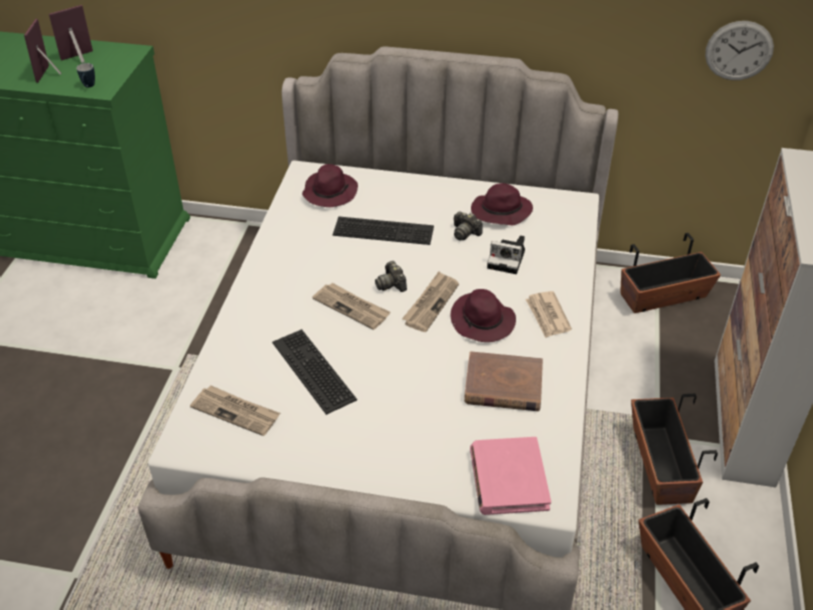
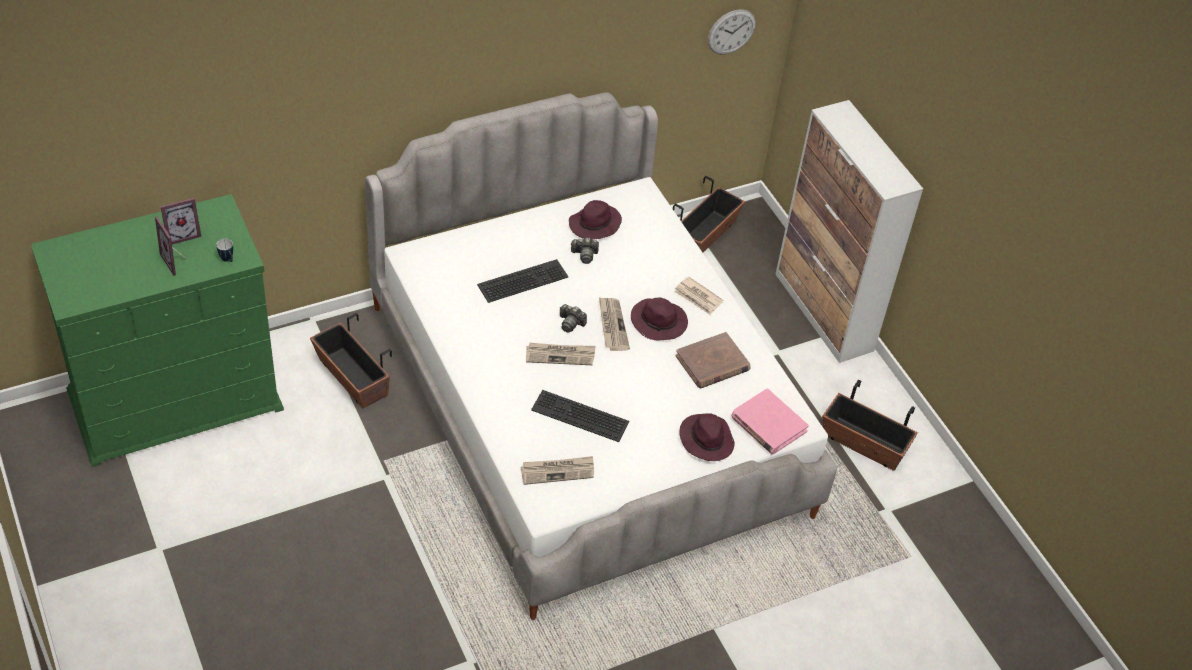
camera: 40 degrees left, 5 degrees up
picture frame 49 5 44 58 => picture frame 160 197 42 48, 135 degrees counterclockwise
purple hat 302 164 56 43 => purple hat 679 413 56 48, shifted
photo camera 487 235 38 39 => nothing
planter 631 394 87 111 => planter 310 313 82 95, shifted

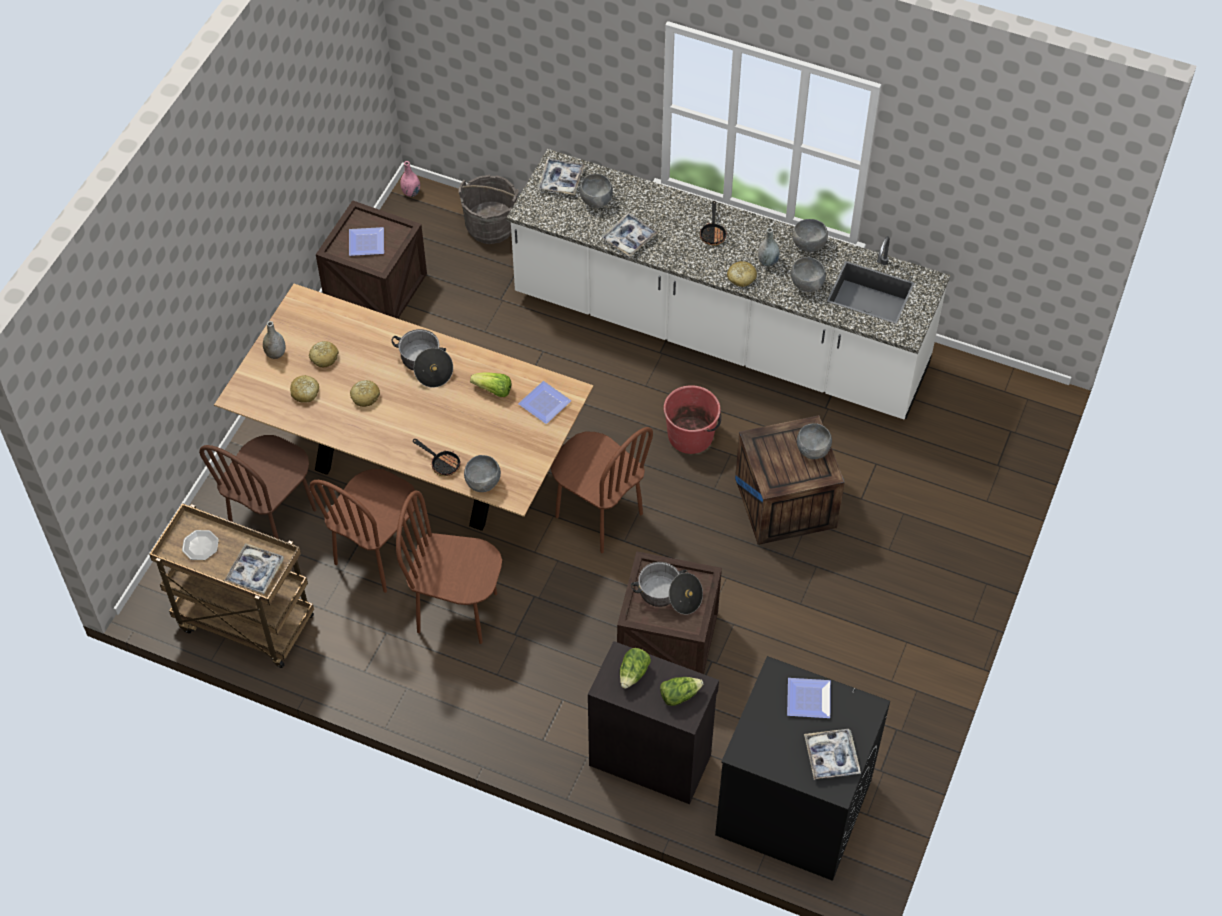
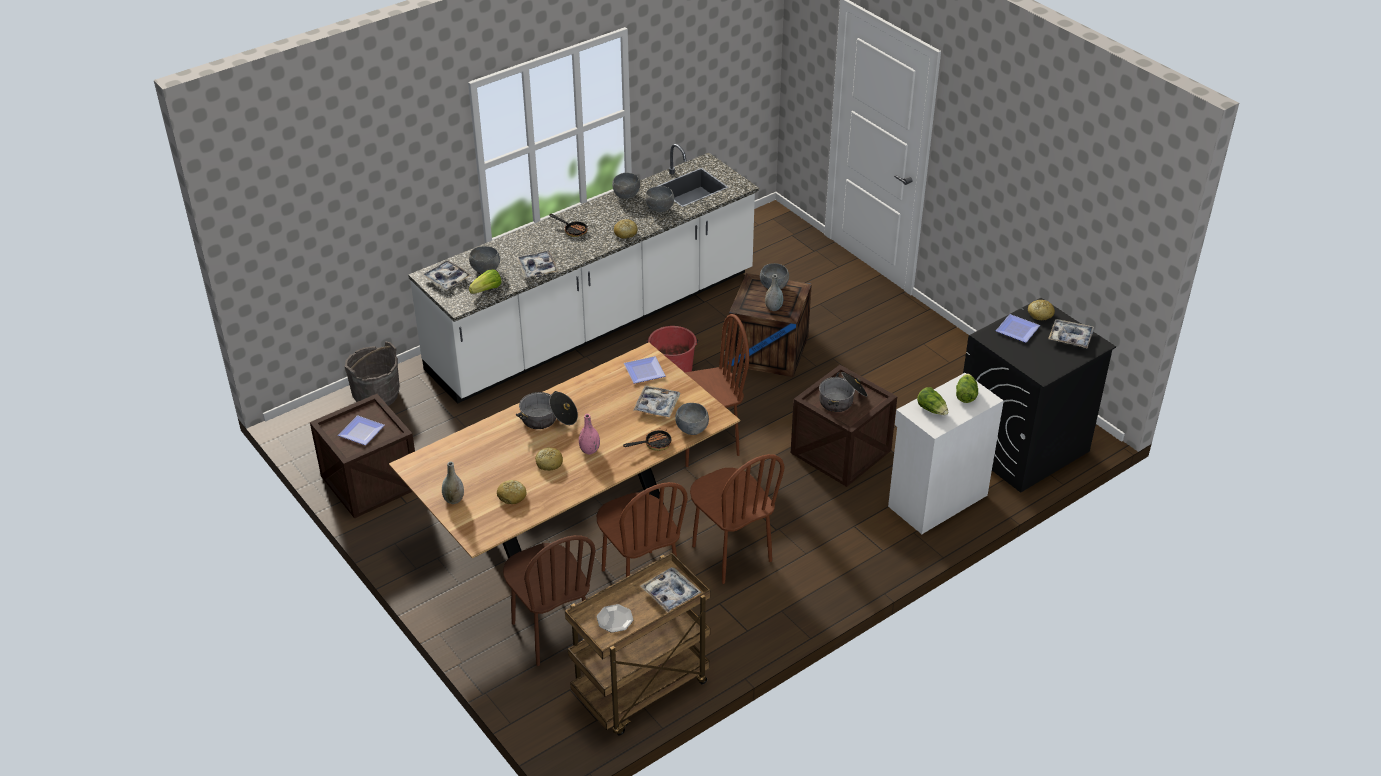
camera: 60 degrees left, 15 degrees down
pink vase 400 161 20 36 => pink vase 579 414 21 40, shifted
grey vase 758 228 22 39 => grey vase 765 274 18 37, shifted
bread 309 341 30 27 => bread 1028 300 27 20, shifted
lettuce 470 372 42 25 => lettuce 469 269 32 25, shifted
brown chair 396 491 106 153 => brown chair 690 454 94 130, 75 degrees counterclockwise
black cabinet 588 641 131 163 => white cabinet 888 373 116 161
nothing => tray 633 385 47 33

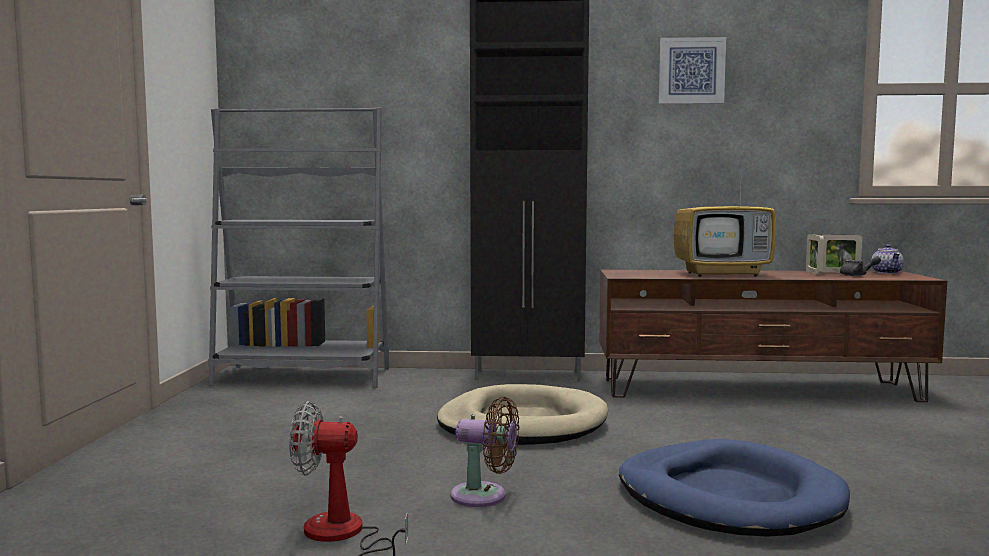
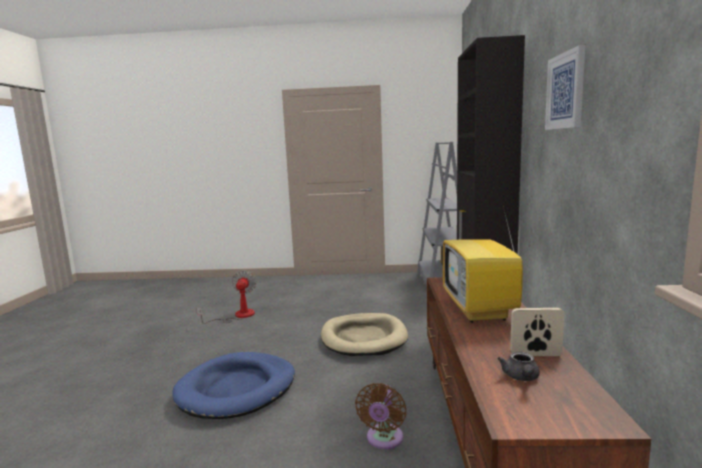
camera: 90 degrees right, 5 degrees up
picture frame 822 234 40 39 => nothing
teapot 871 244 33 30 => nothing
brown fan 451 396 68 111 => brown fan 355 383 51 66, shifted

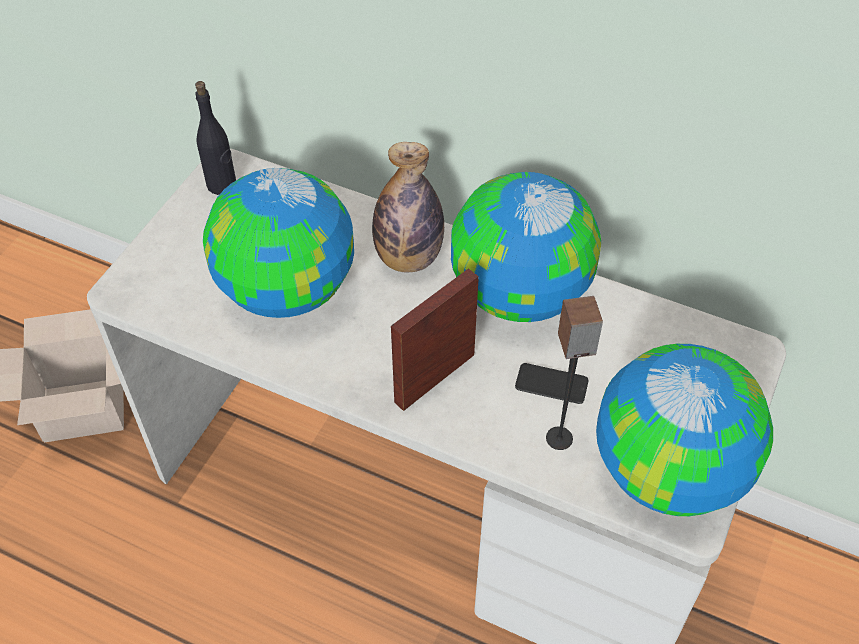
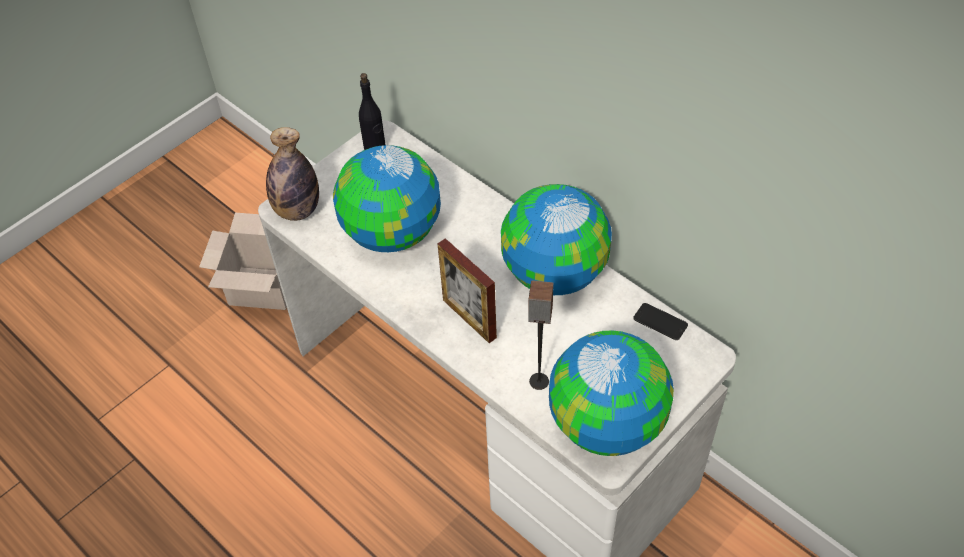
camera: 20 degrees right, 0 degrees up
bottle 372 142 72 130 => bottle 266 127 53 94, shifted
picture frame 391 268 88 143 => picture frame 438 238 59 105, 105 degrees counterclockwise
phone 515 363 74 41 => phone 633 303 55 37, shifted

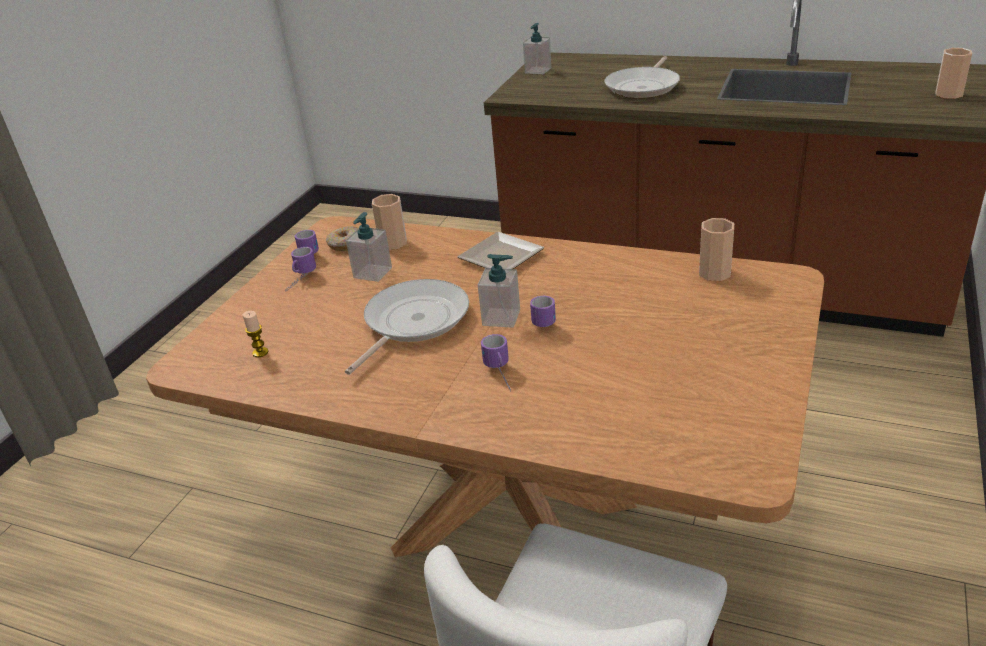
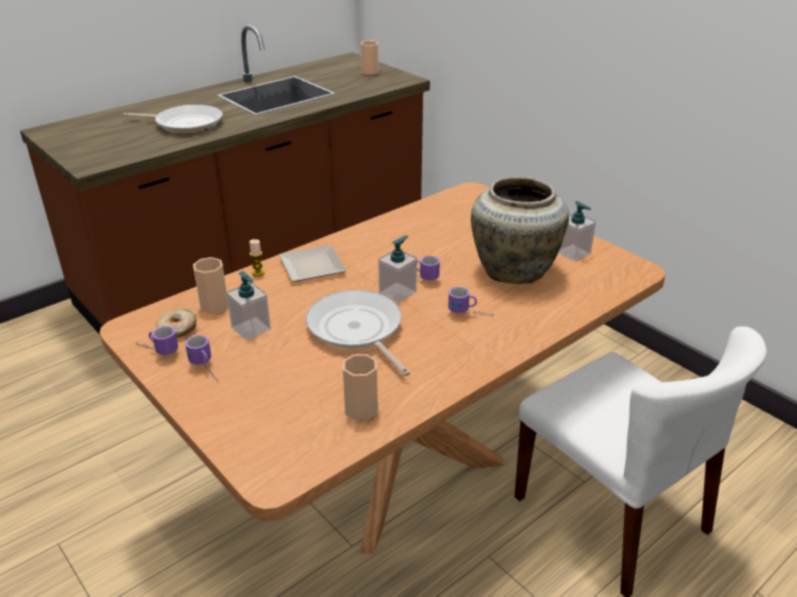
camera: 65 degrees left, 0 degrees up
soap dispenser 523 23 28 51 => soap dispenser 558 201 38 60, shifted
frying pan 605 56 75 42 => frying pan 123 104 100 30, 45 degrees counterclockwise
cup 699 218 35 63 => cup 343 354 35 67, shifted
candle 243 311 25 46 => candle 249 239 16 38, shifted
nothing => beige vase 471 177 98 107

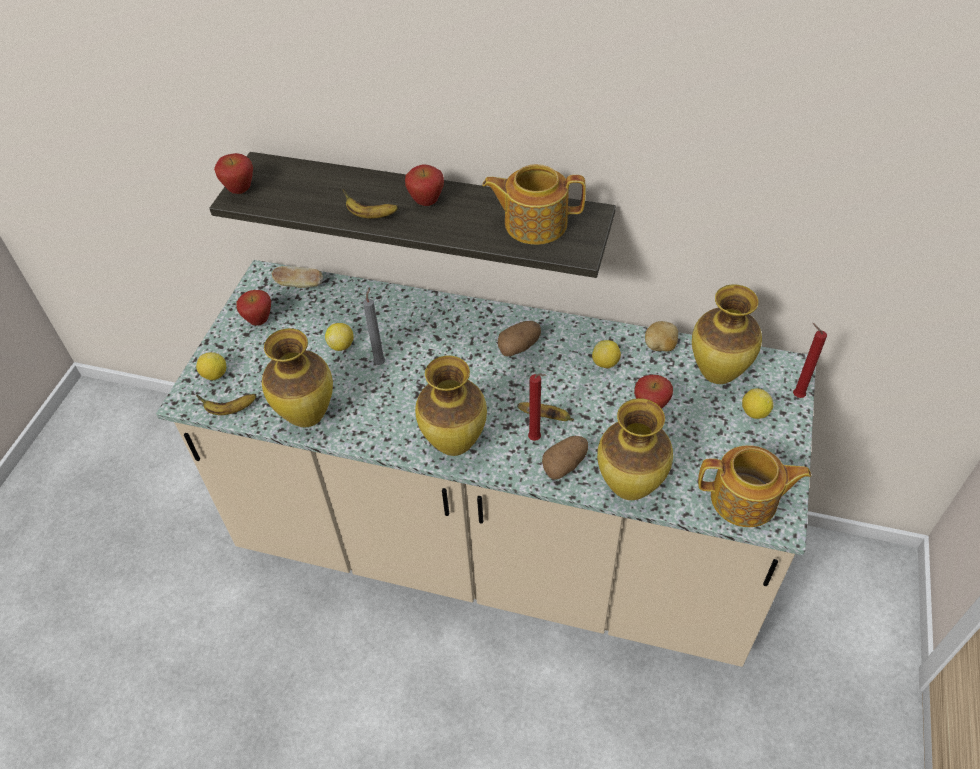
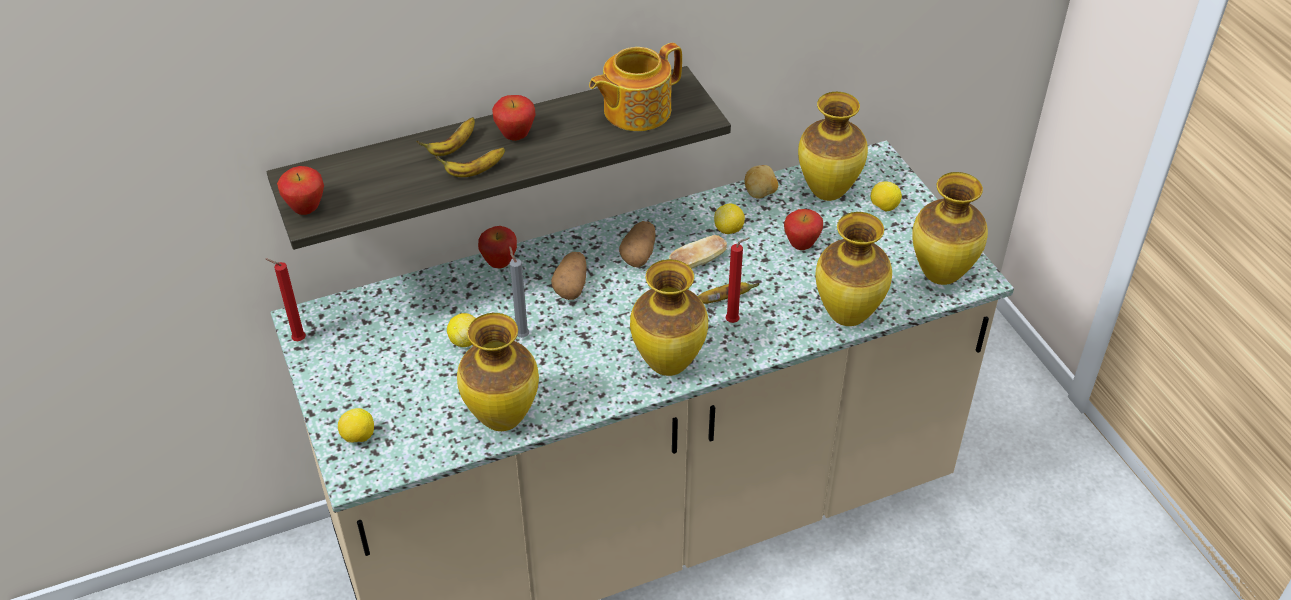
camera: 40 degrees left, 5 degrees down
bread 272 266 51 22 => bread 669 235 58 34, shifted
apple 236 290 35 36 => apple 478 226 39 42, shifted
red candle 793 323 34 75 => red candle 265 259 41 82, shifted
banana 196 394 60 21 => banana 416 117 59 39, shifted
potato 542 436 46 43 => potato 551 252 36 48, shifted
teapot 698 445 113 82 => vase 912 172 76 113

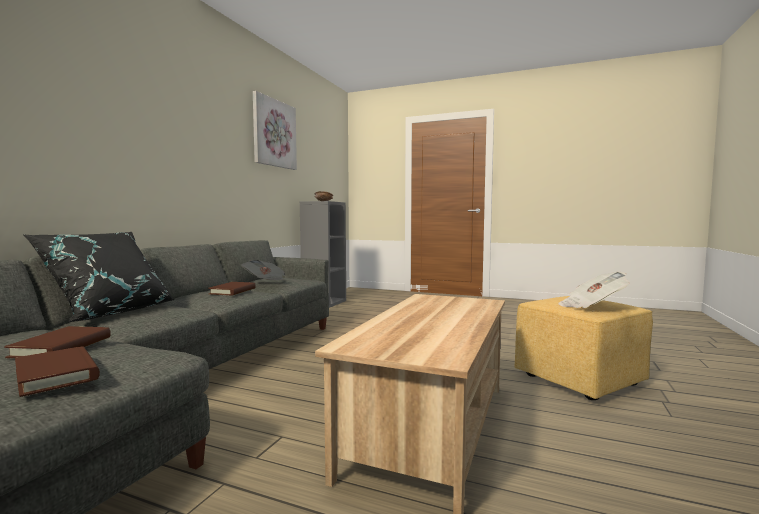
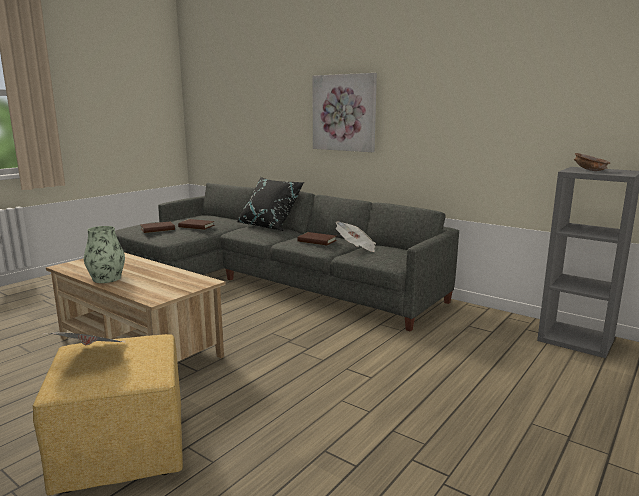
camera: 105 degrees right, 10 degrees up
picture 253 91 44 79 => picture 313 73 64 79, shifted
nothing => vase 84 226 41 57

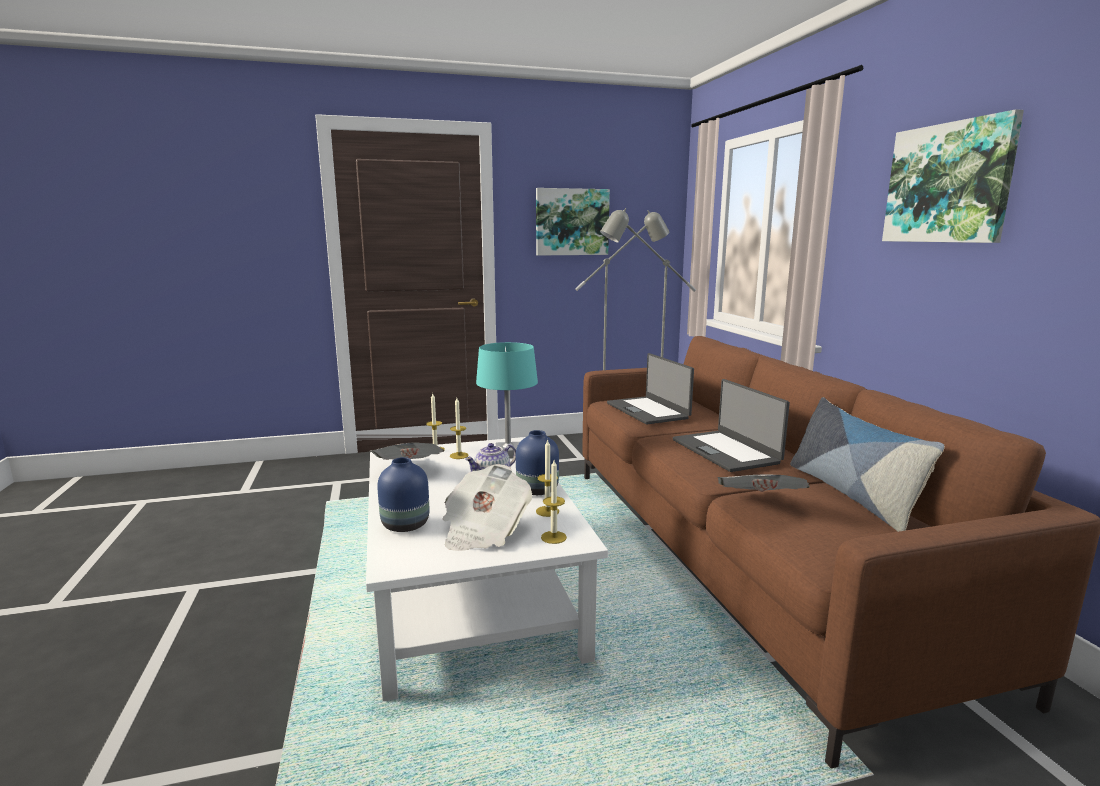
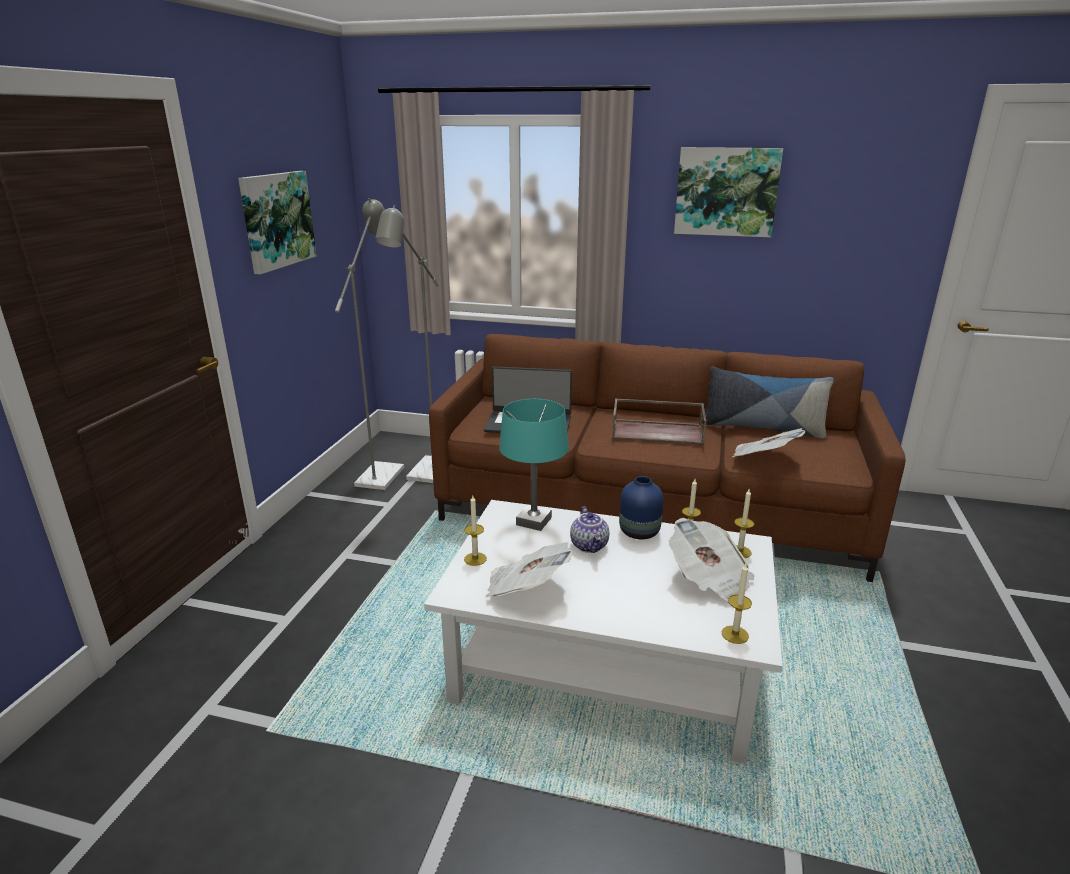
camera: 60 degrees left, 10 degrees up
laptop 673 379 117 93 => brown tray 612 399 94 46
candle 450 398 19 61 => candle 722 564 30 80, shifted
blue vase 377 457 52 75 => nothing

